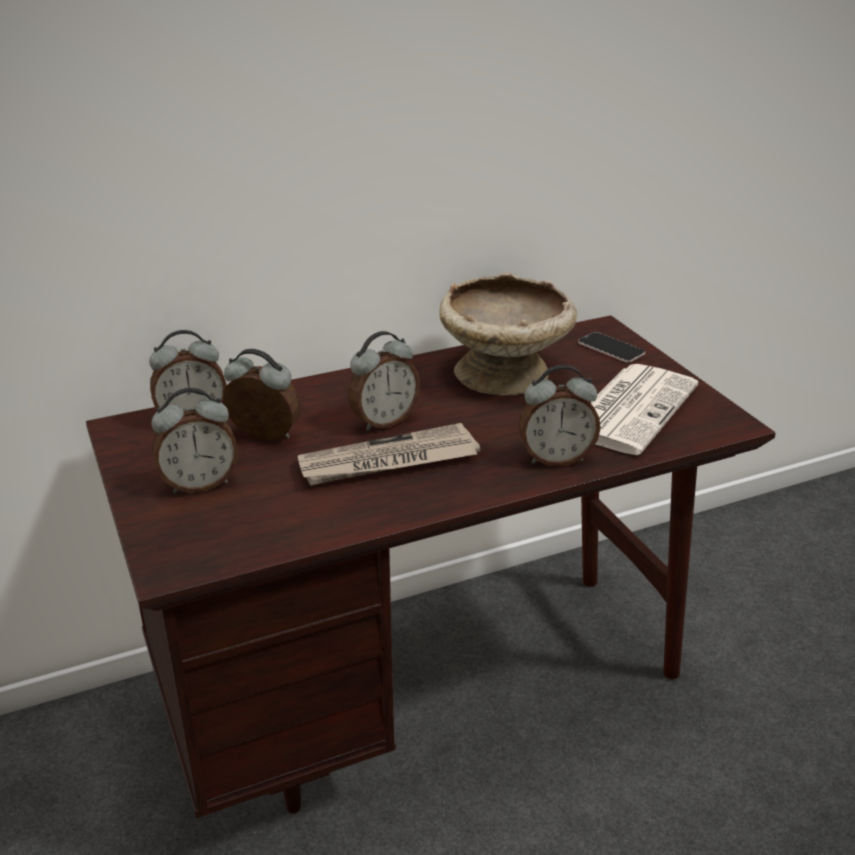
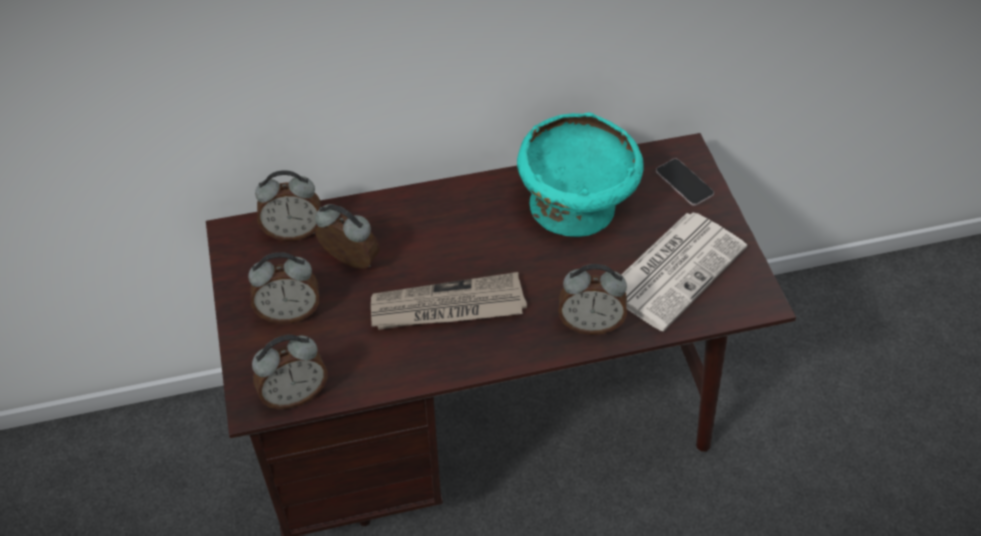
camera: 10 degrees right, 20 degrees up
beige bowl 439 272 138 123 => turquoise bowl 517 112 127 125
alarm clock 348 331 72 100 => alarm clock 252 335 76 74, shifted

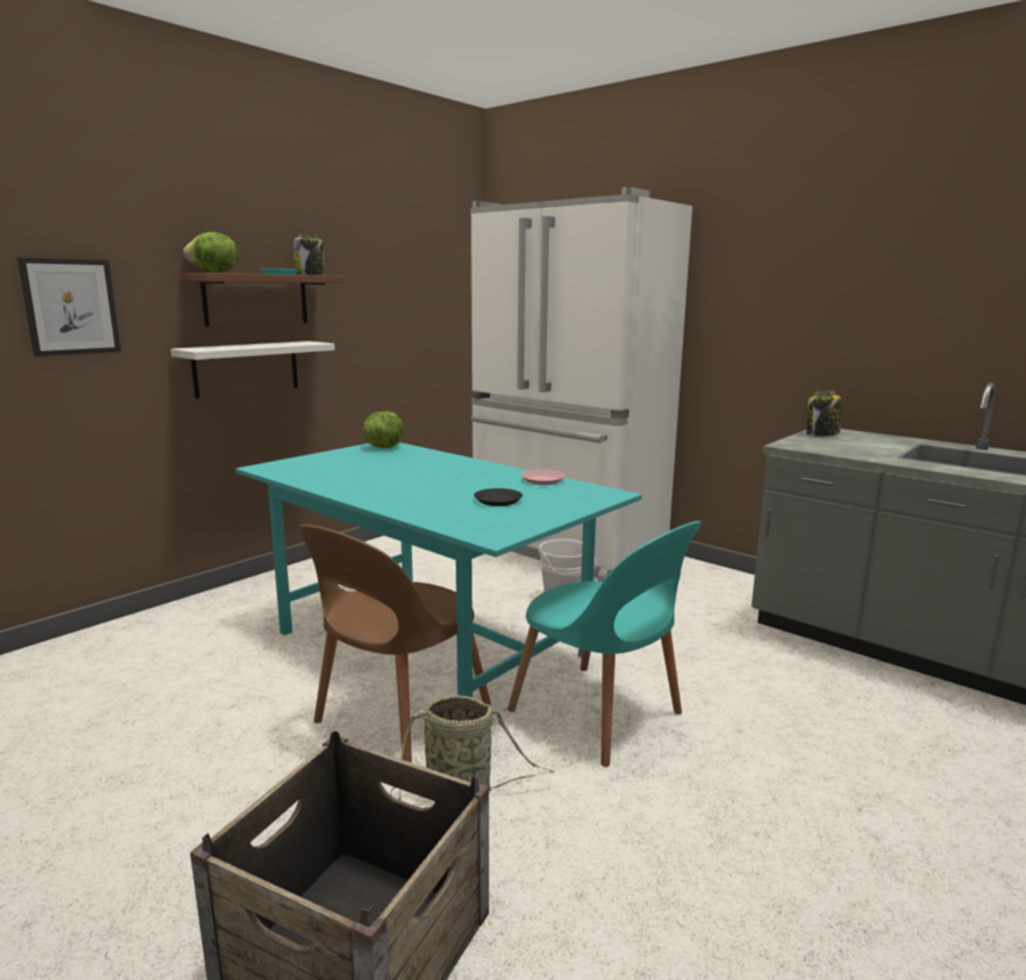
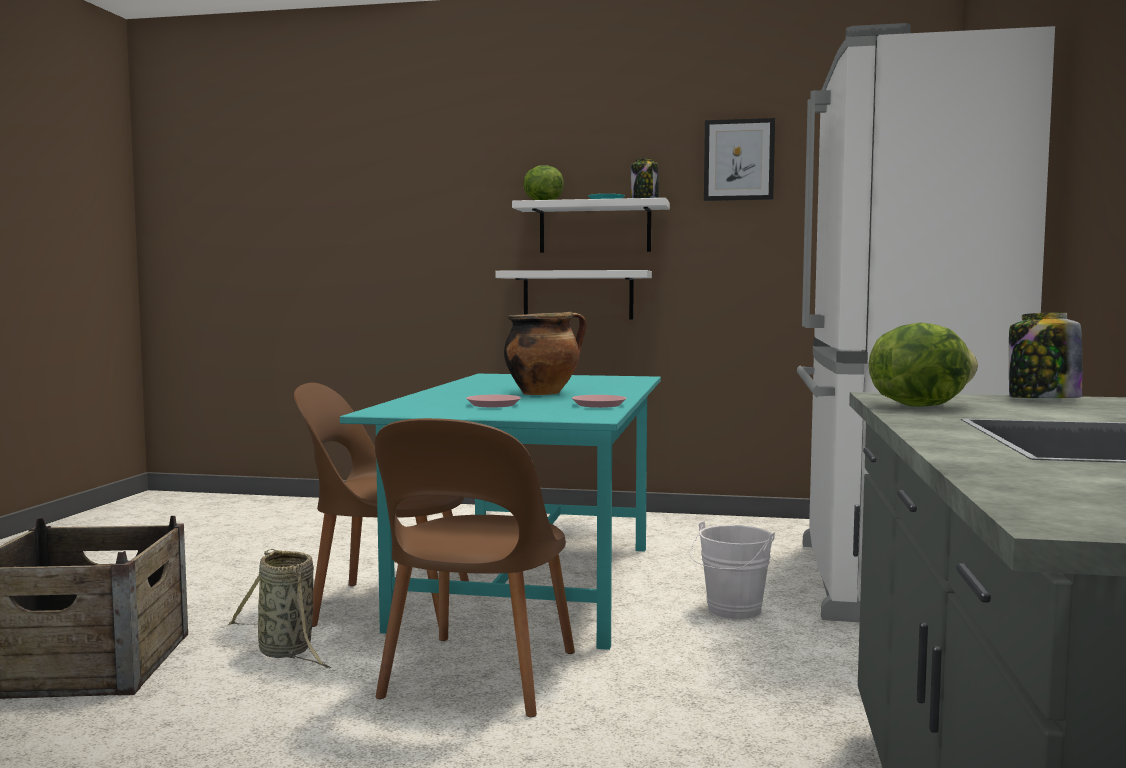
camera: 60 degrees right, 10 degrees down
picture 17 258 104 99 => picture 704 118 71 83, shifted
brown shelf 181 273 164 53 => white shelf 512 198 158 55
lettuce 363 411 40 38 => lettuce 869 322 109 85, shifted
black plate 474 488 49 18 => pink plate 466 395 55 12
turquoise chair 507 521 194 246 => brown chair 375 418 200 299
nothing => cooking pot 504 312 82 83

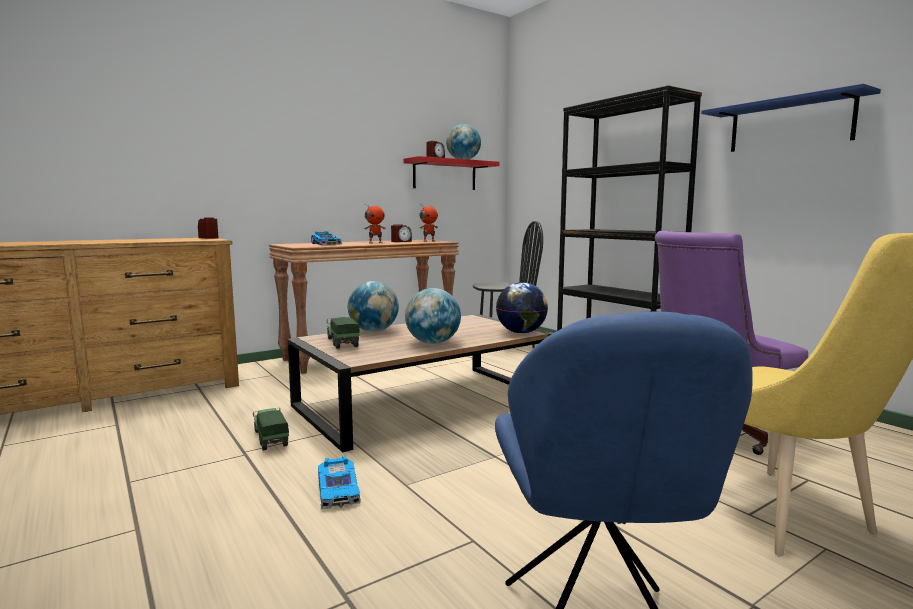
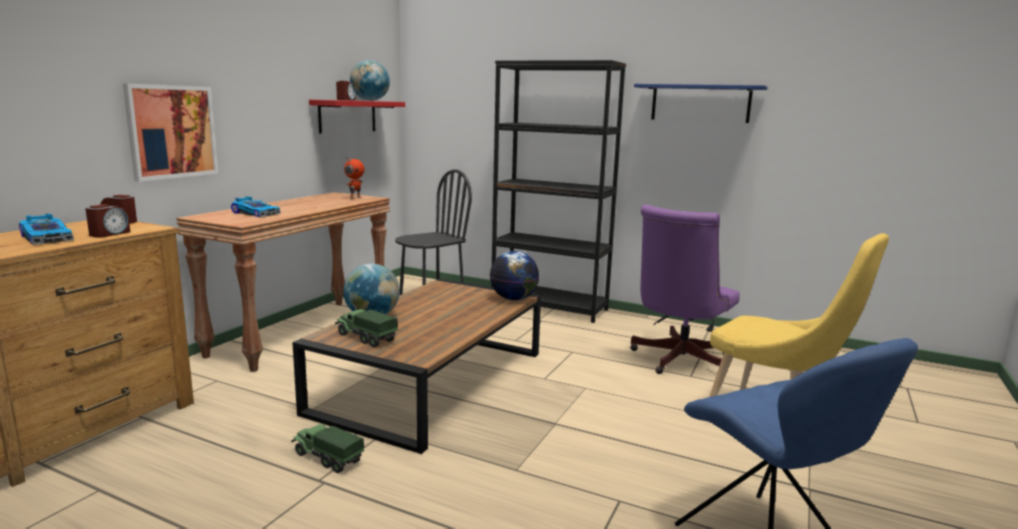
camera: 30 degrees left, 5 degrees up
toy robot 364 203 22 40 => nothing
alarm clock 391 224 21 18 => alarm clock 85 204 45 34, shifted
globe 405 288 56 56 => nothing
toy car 318 456 43 53 => toy car 19 214 55 31, shifted
nothing => picture 123 83 95 99

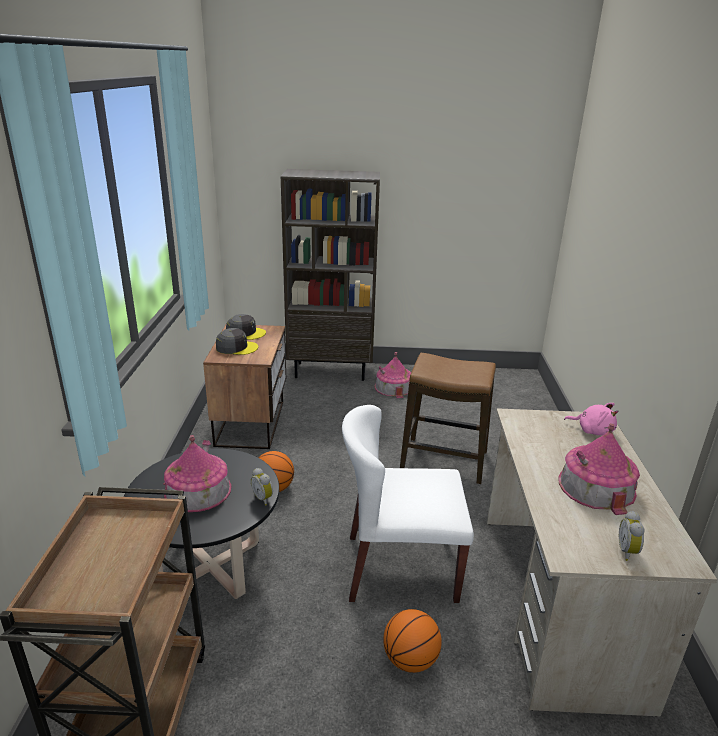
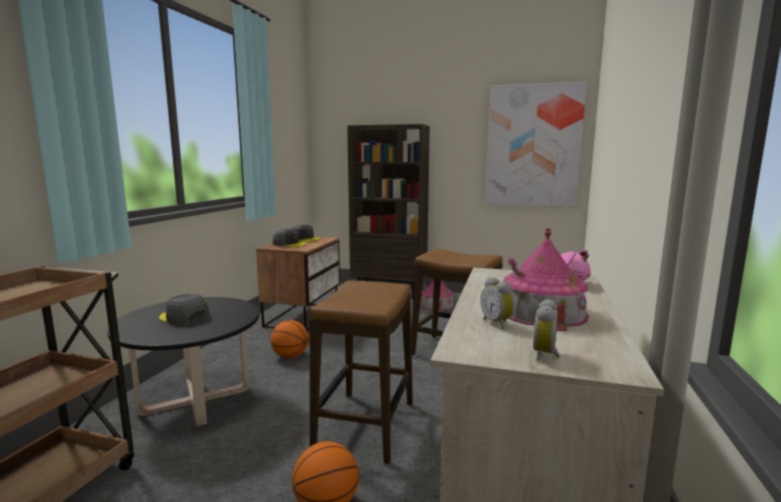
camera: 15 degrees right, 15 degrees down
white chair 342 405 132 198 => stool 309 280 104 184
toy house 163 435 68 77 => grey cap 159 294 50 31
alarm clock 251 468 22 38 => alarm clock 480 277 34 52, shifted
nothing => picture 485 82 102 125

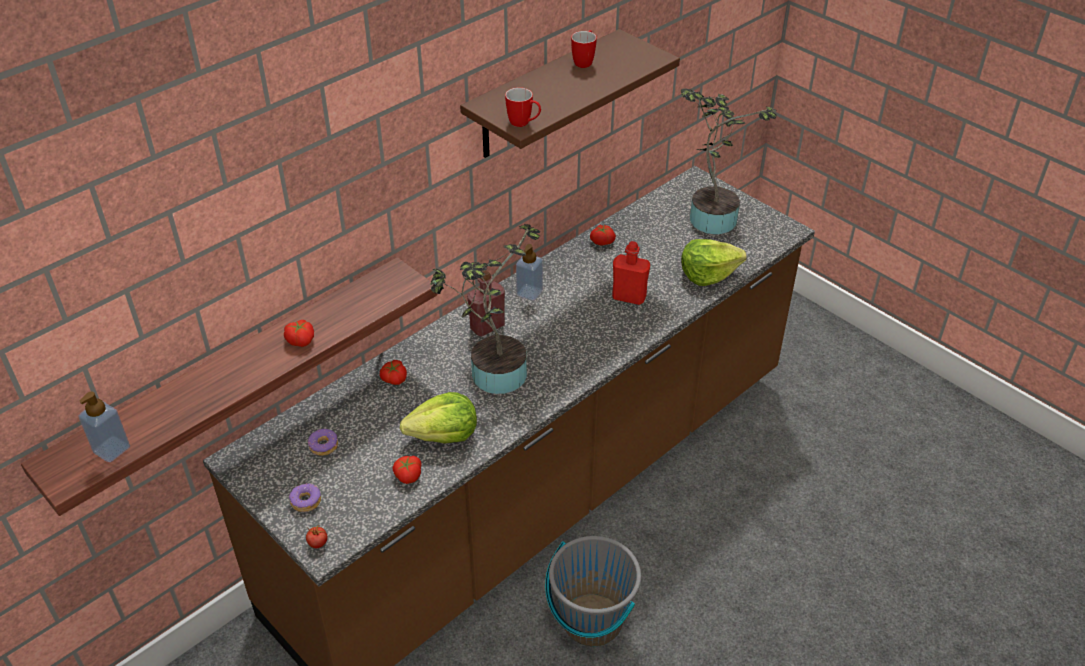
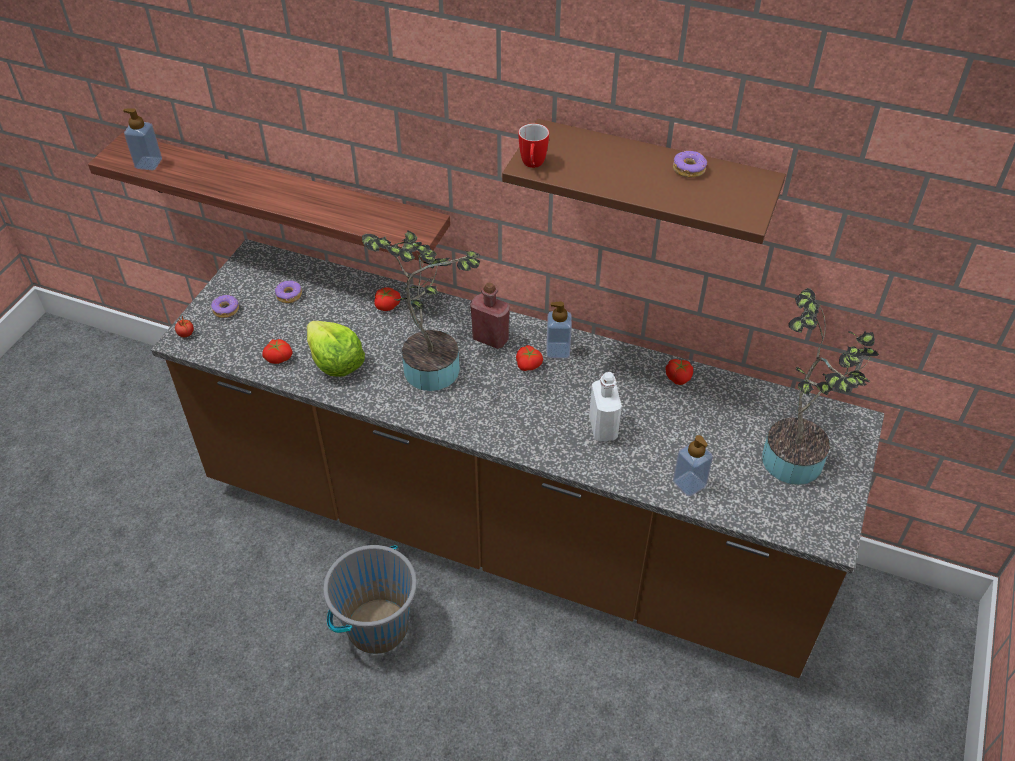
camera: 65 degrees right, 5 degrees up
mug 571 30 26 38 => donut 673 151 34 27
lettuce 681 239 66 47 => soap dispenser 673 435 40 61
red bottle 612 241 38 64 => white bottle 589 372 33 70
tomato 284 320 30 27 => tomato 516 345 27 26, shifted

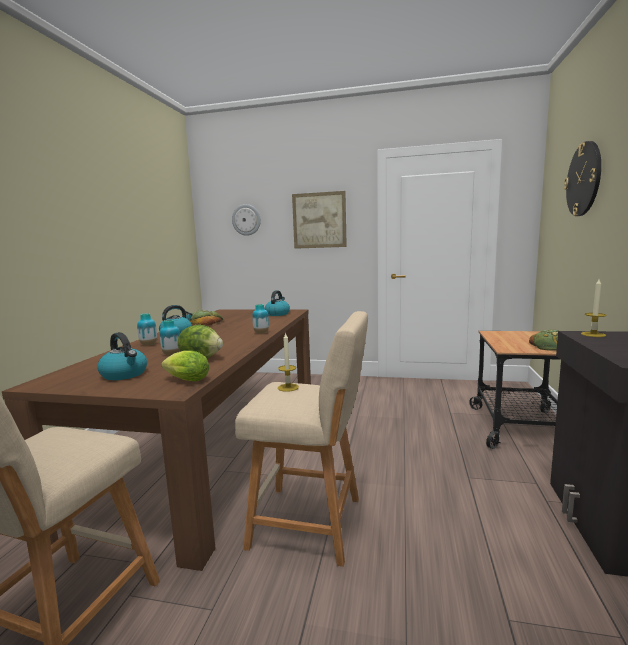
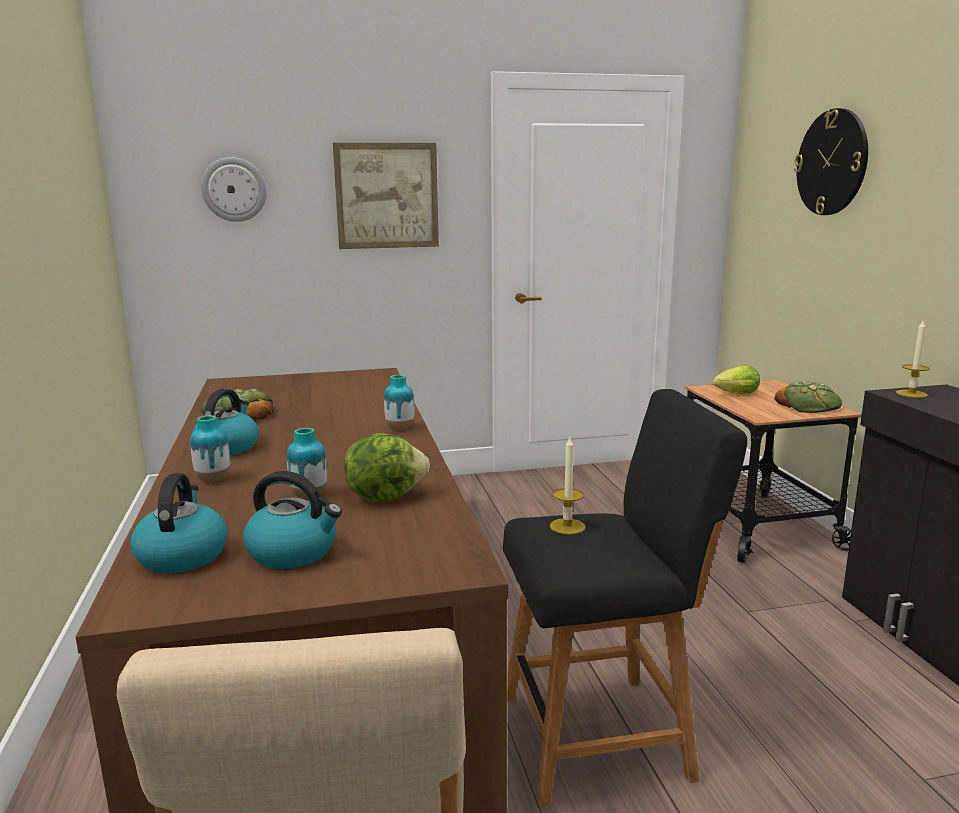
camera: 25 degrees left, 5 degrees up
kettle 265 290 25 26 => kettle 130 473 98 100, shifted
beige stool 235 311 133 256 => black stool 503 389 244 418
lettuce 161 350 48 31 => lettuce 712 365 48 29, shifted

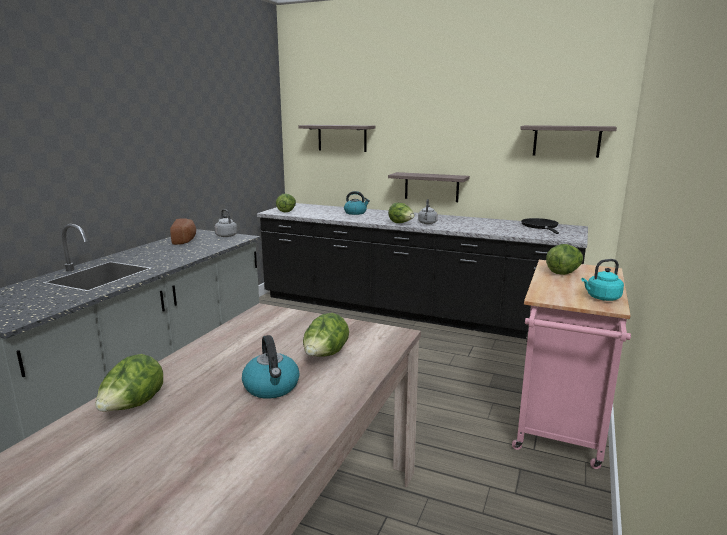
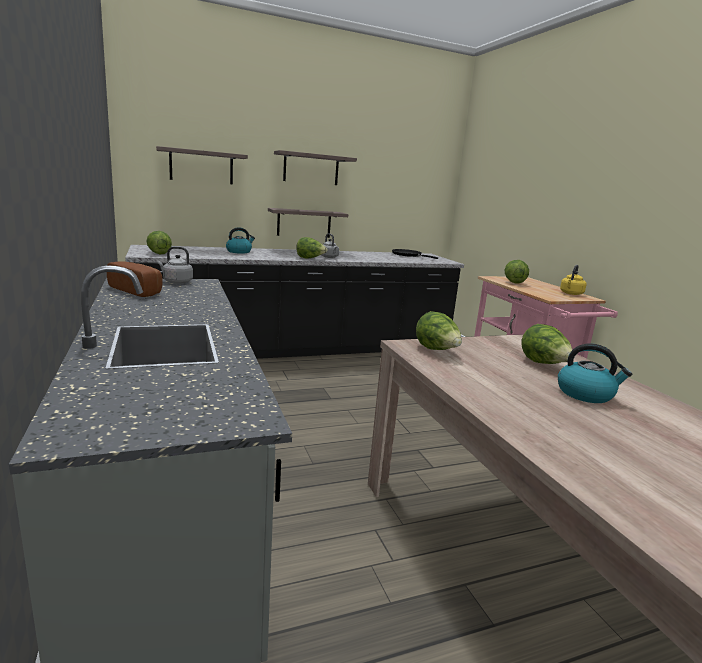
camera: 45 degrees left, 0 degrees up
shelf 520 125 97 33 => shelf 274 150 83 35, shifted
turquoise kettle 581 259 43 42 => yellow kettle 560 265 26 30
lettuce 95 354 68 57 => lettuce 416 311 46 39, shifted

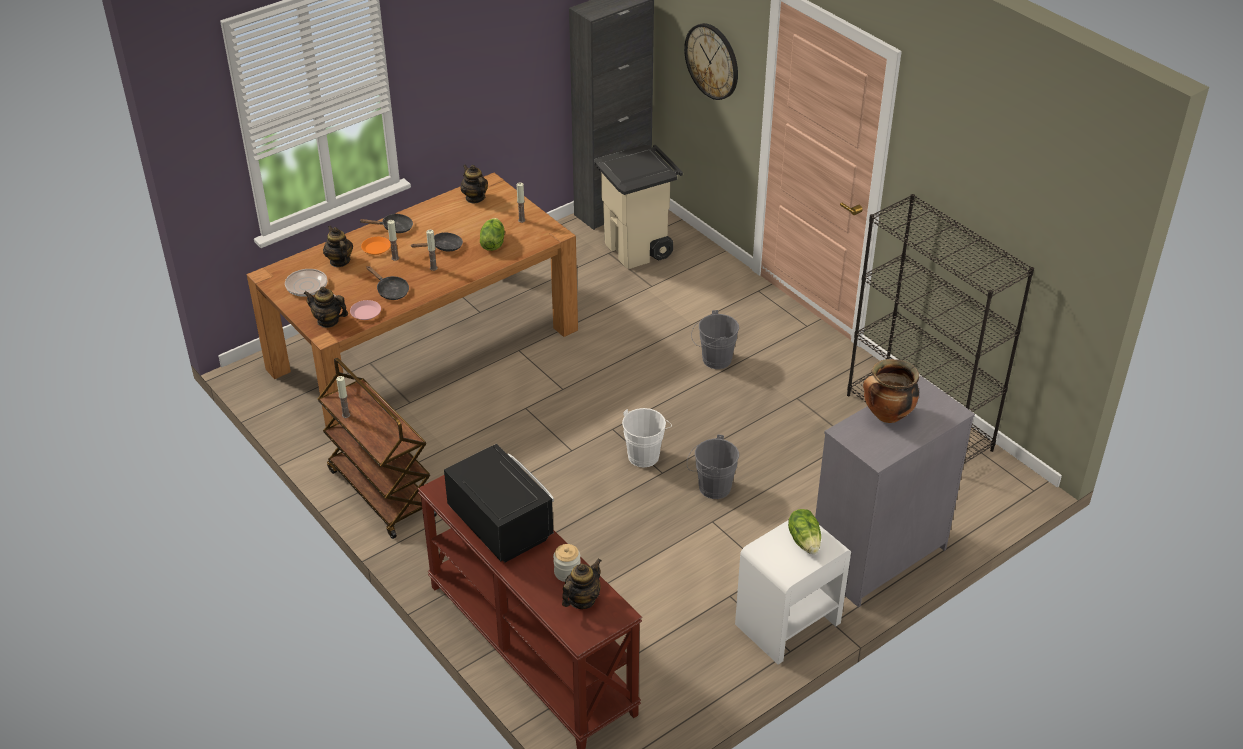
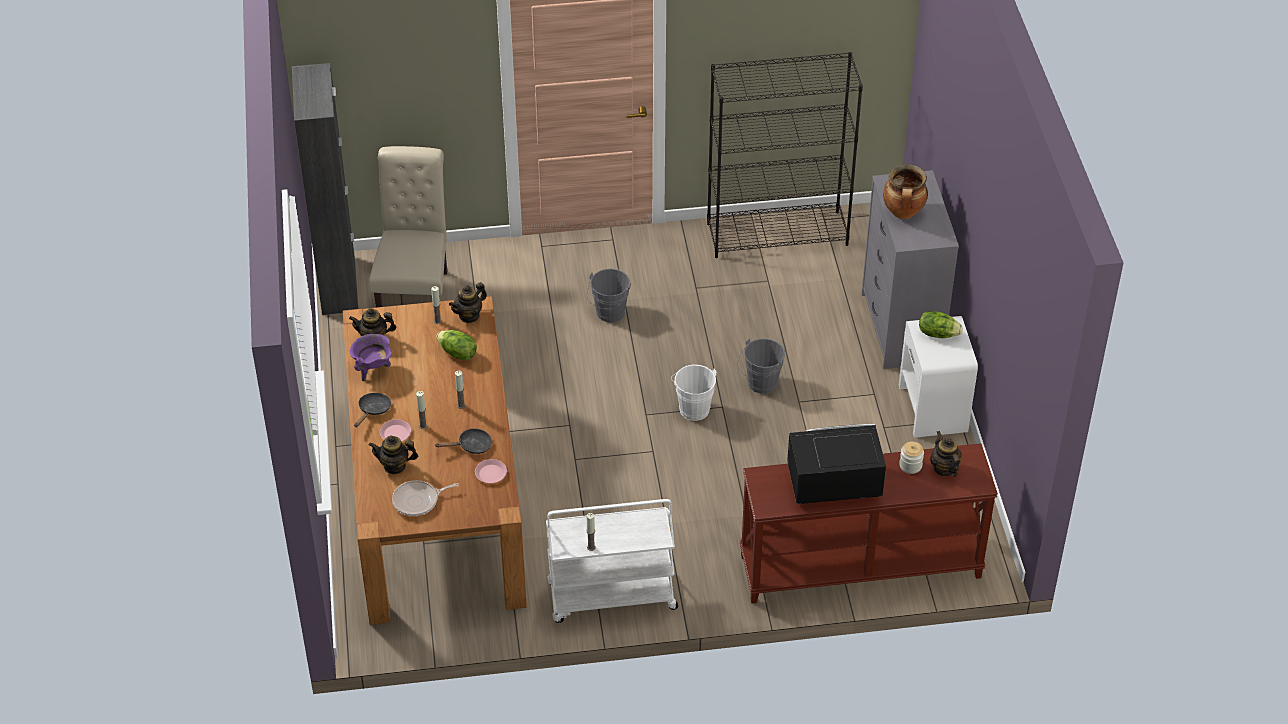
camera: 60 degrees left, 5 degrees up
wall clock 684 23 54 77 => nothing
beige trash can 594 145 89 124 => beige chair 369 146 79 161
black frying pan 411 232 52 19 => nothing
orange plate 361 237 30 18 => pink plate 380 419 31 23
teapot 303 286 45 42 => teapot 449 282 38 41, shifted
brown cart 318 358 119 181 => white cart 546 499 132 124
nothing => purple cooking pot 349 334 43 47

